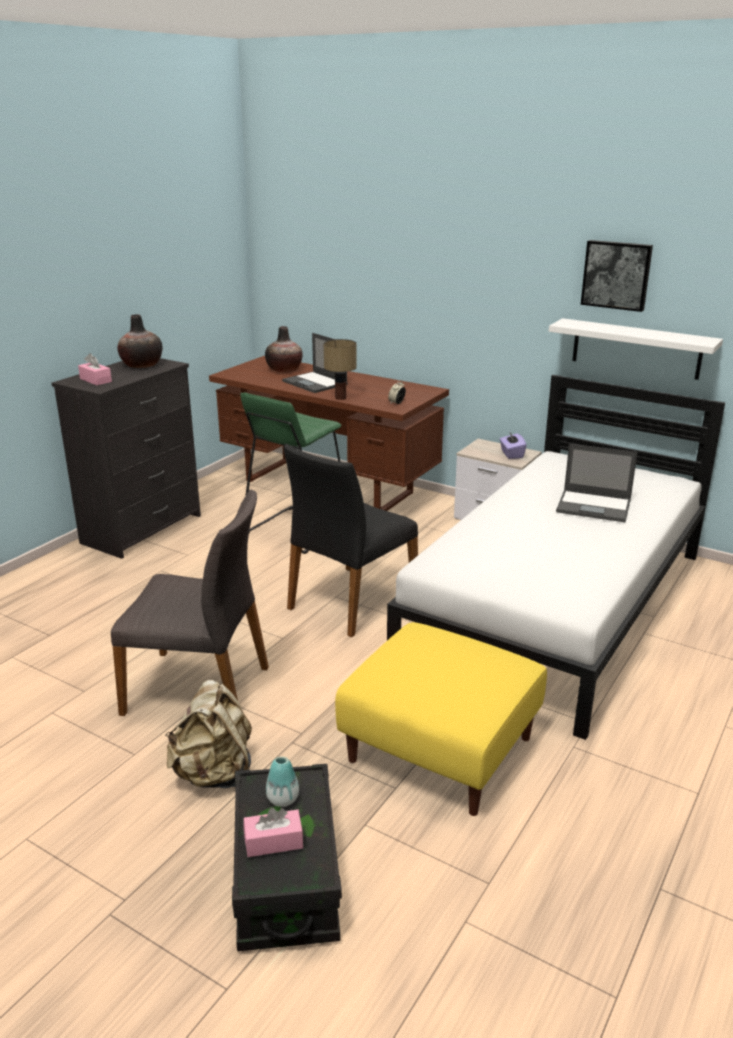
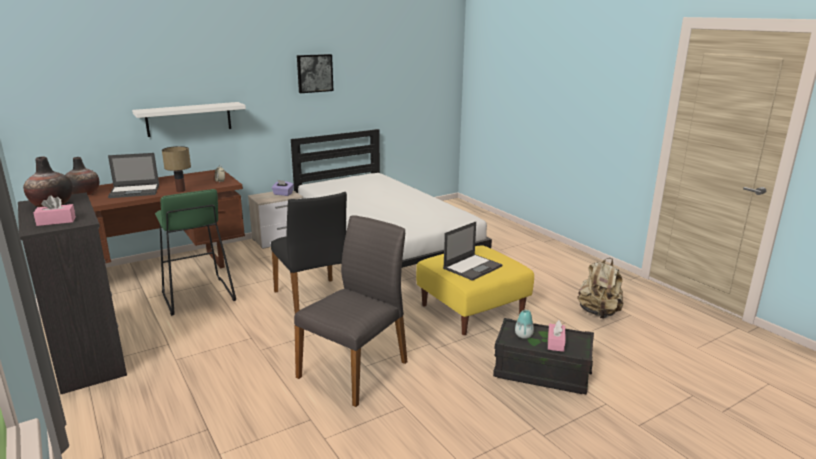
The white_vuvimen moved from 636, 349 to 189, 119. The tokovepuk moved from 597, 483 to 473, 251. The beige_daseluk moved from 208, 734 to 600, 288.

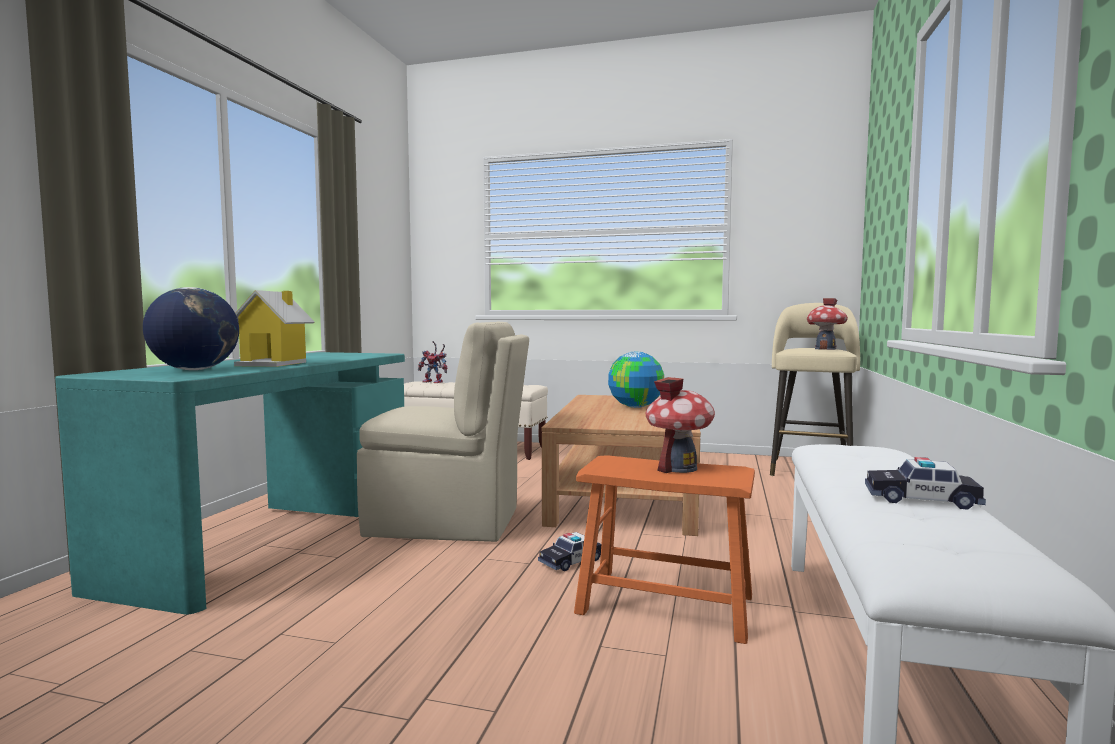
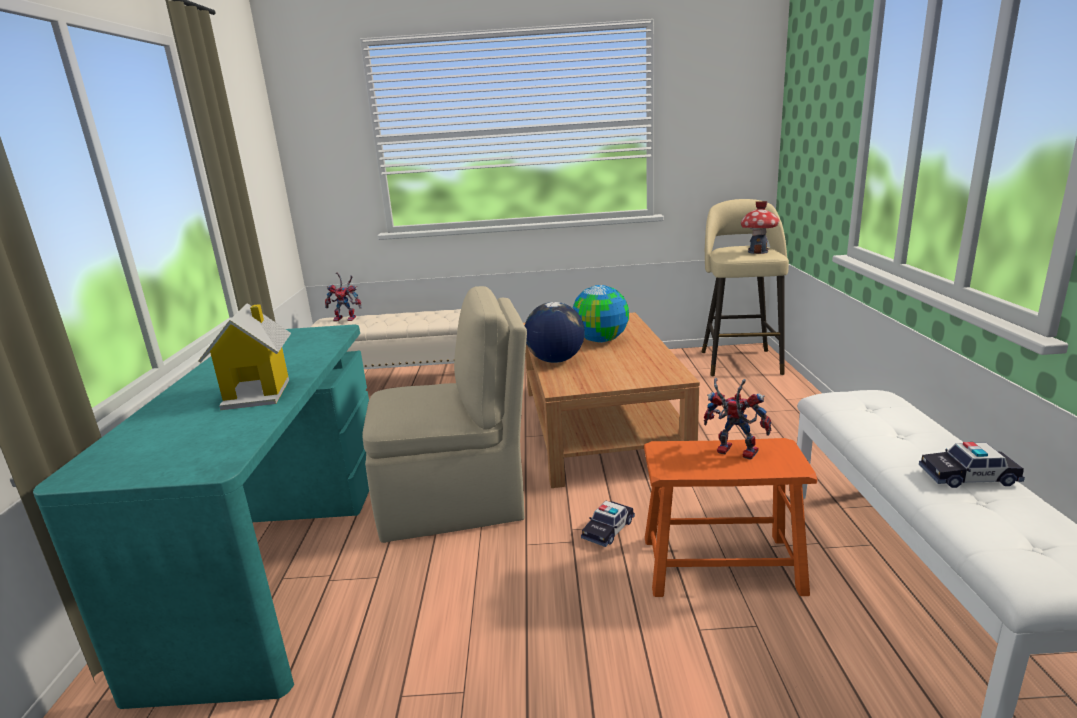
The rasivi moved from 191, 328 to 555, 332. The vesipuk at 680, 425 was replaced by the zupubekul at 737, 419.

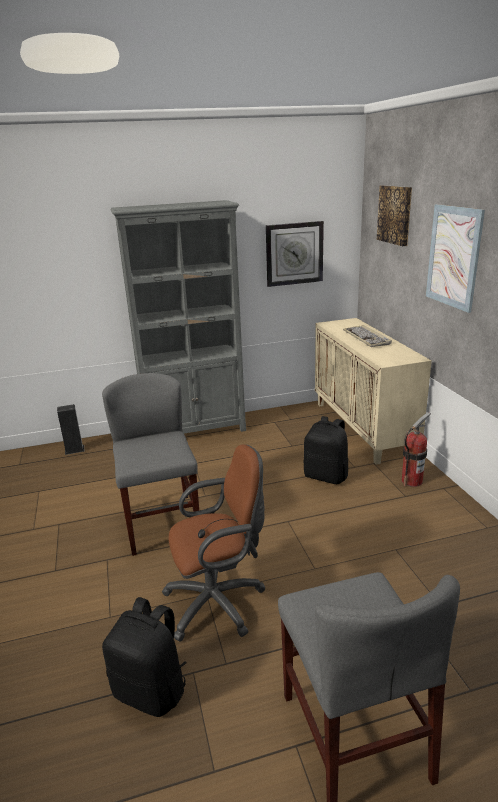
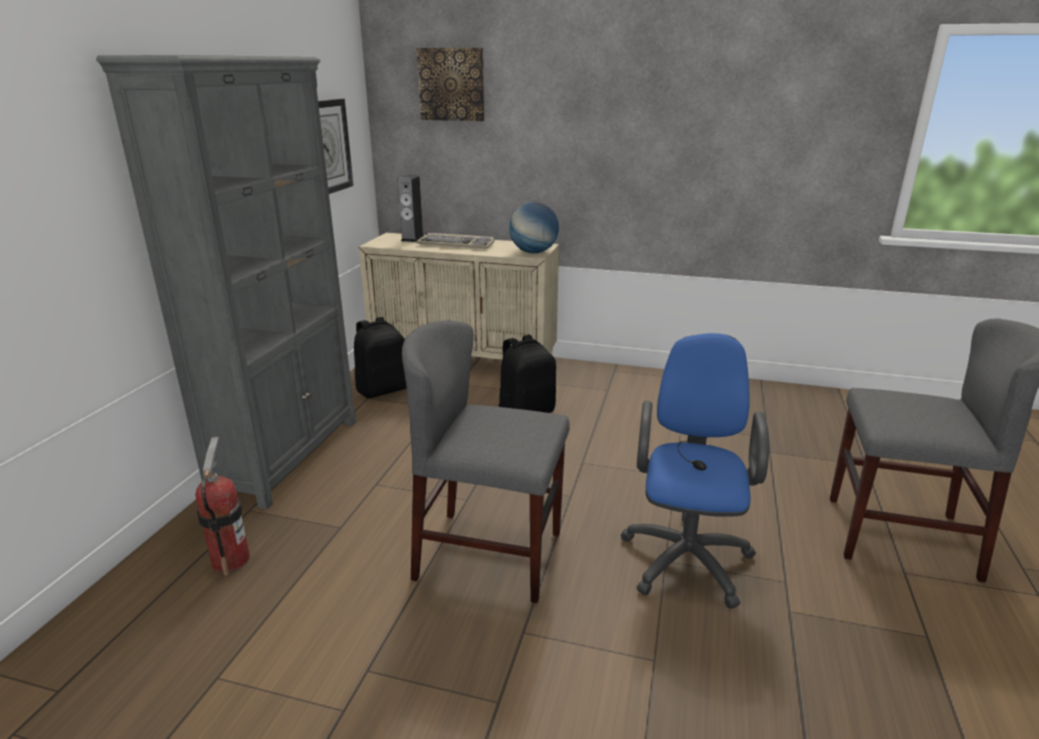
The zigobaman at 455, 258 disappeared. The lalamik moved from 71, 429 to 411, 208. The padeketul moved from 416, 449 to 222, 506. The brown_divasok at 214, 543 became the blue_divasok at 695, 471. The black_daseluk moved from 144, 657 to 380, 357. The rasivi at 534, 227 appeared.

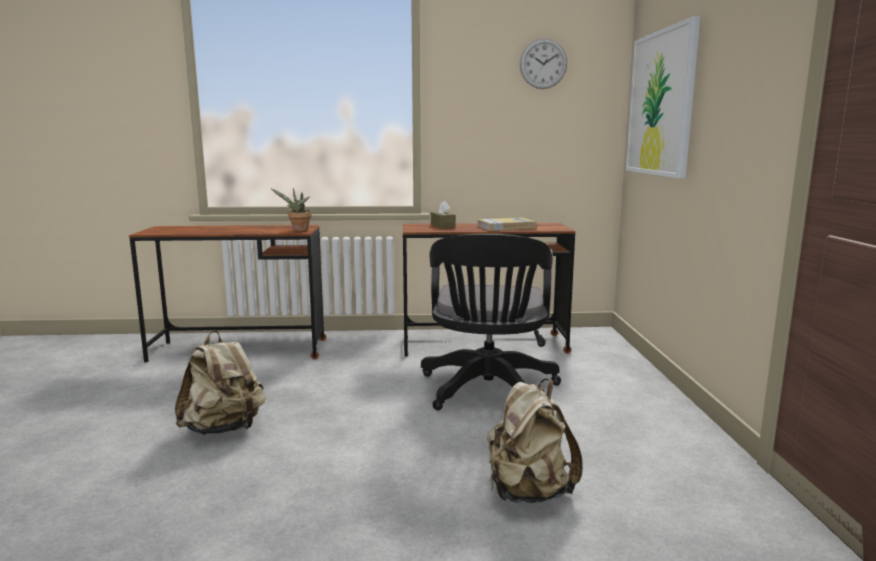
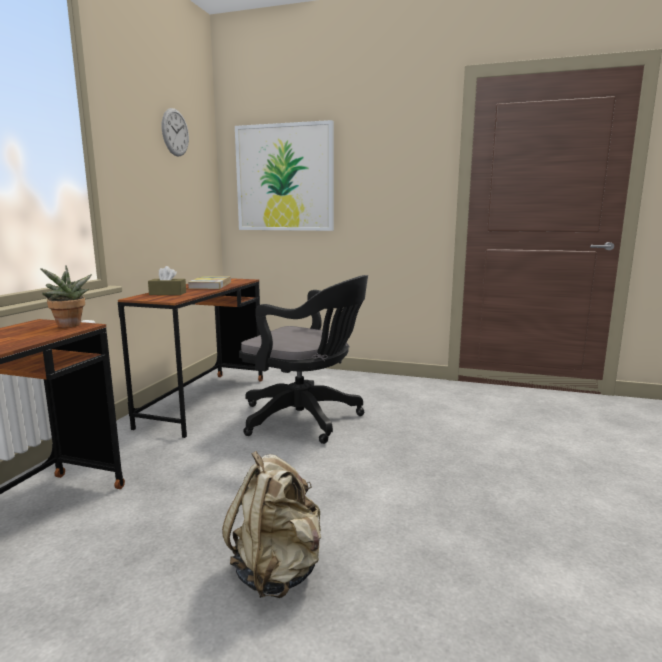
The beige_daseluk at 535, 441 disappeared.

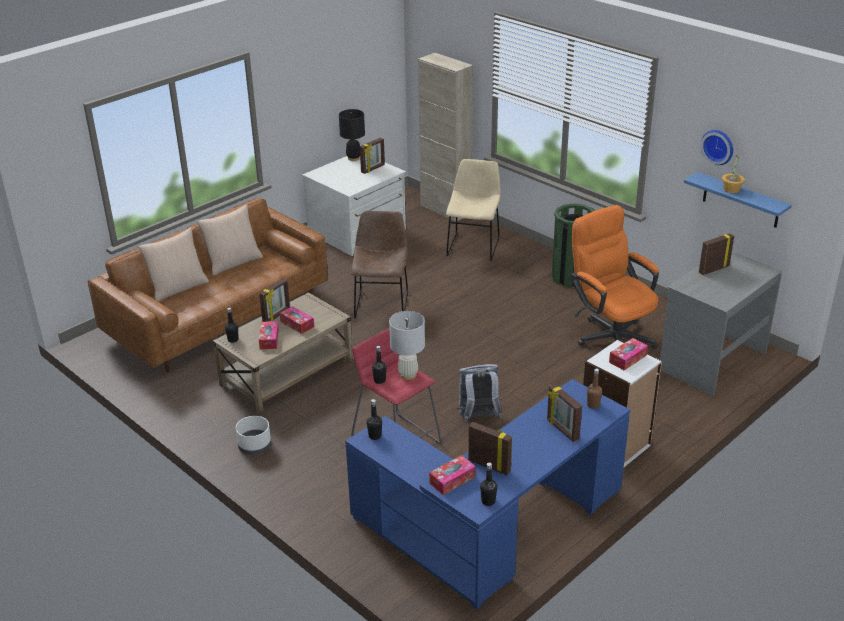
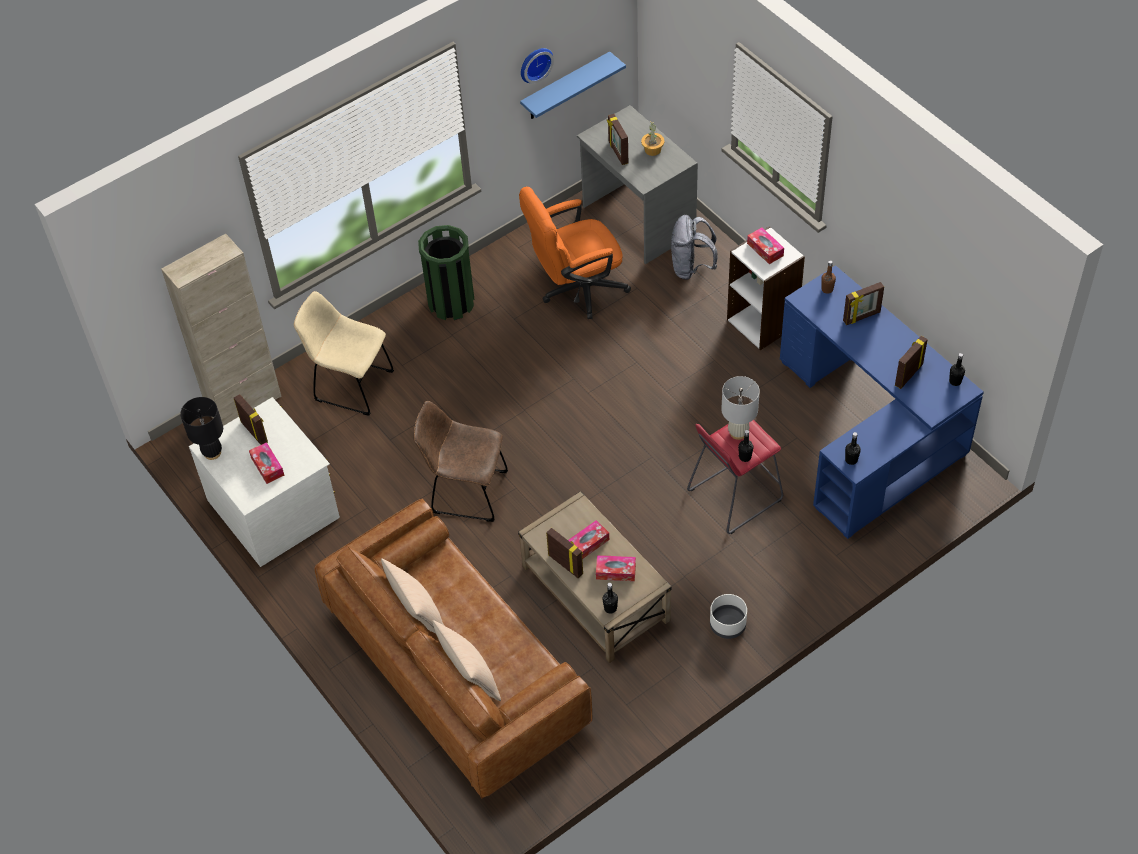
The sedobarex moved from 733, 174 to 653, 139. The grey_daseluk moved from 480, 392 to 694, 247. The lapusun moved from 452, 475 to 266, 463.

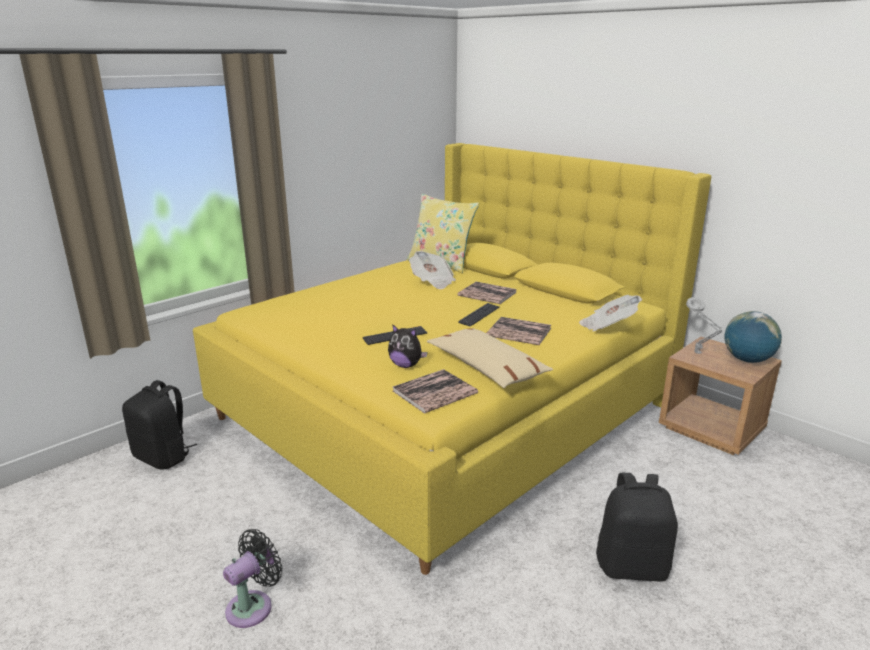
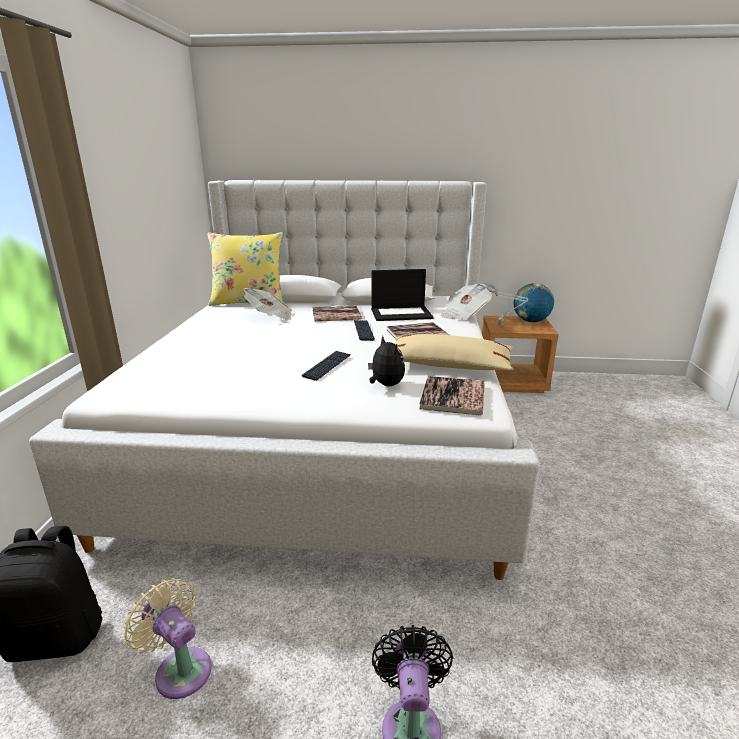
The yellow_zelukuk at 452, 359 became the white_zelukuk at 284, 380. The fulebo at 408, 346 turned 105 degrees counterclockwise. The black_daseluk at 637, 527 disappeared. The tokovepuk at 402, 295 appeared. The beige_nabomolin at 168, 638 appeared.

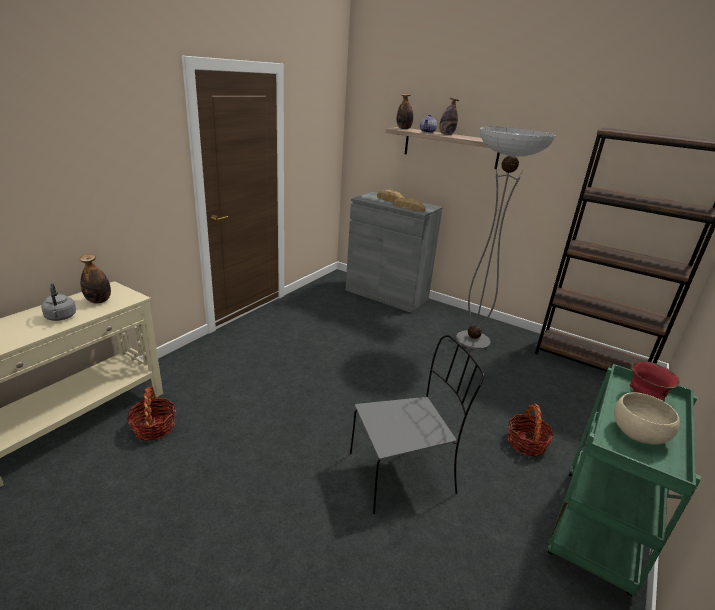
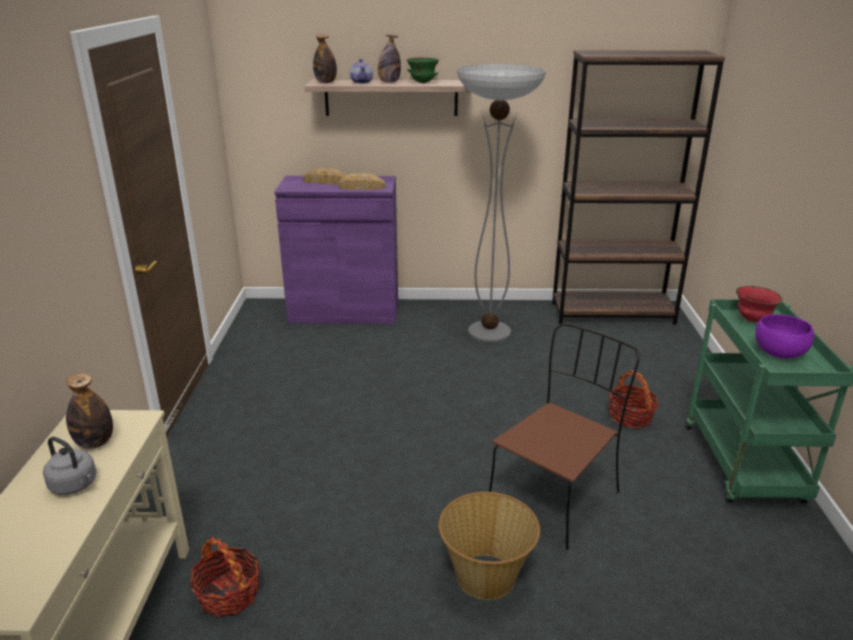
The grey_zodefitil at 394, 252 became the purple_zodefitil at 336, 250. The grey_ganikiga at 417, 424 became the brown_ganikiga at 564, 436. The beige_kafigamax at 647, 418 became the purple_kafigamax at 784, 336. The green_kafigamax at 423, 70 appeared. The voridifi at 489, 546 appeared.

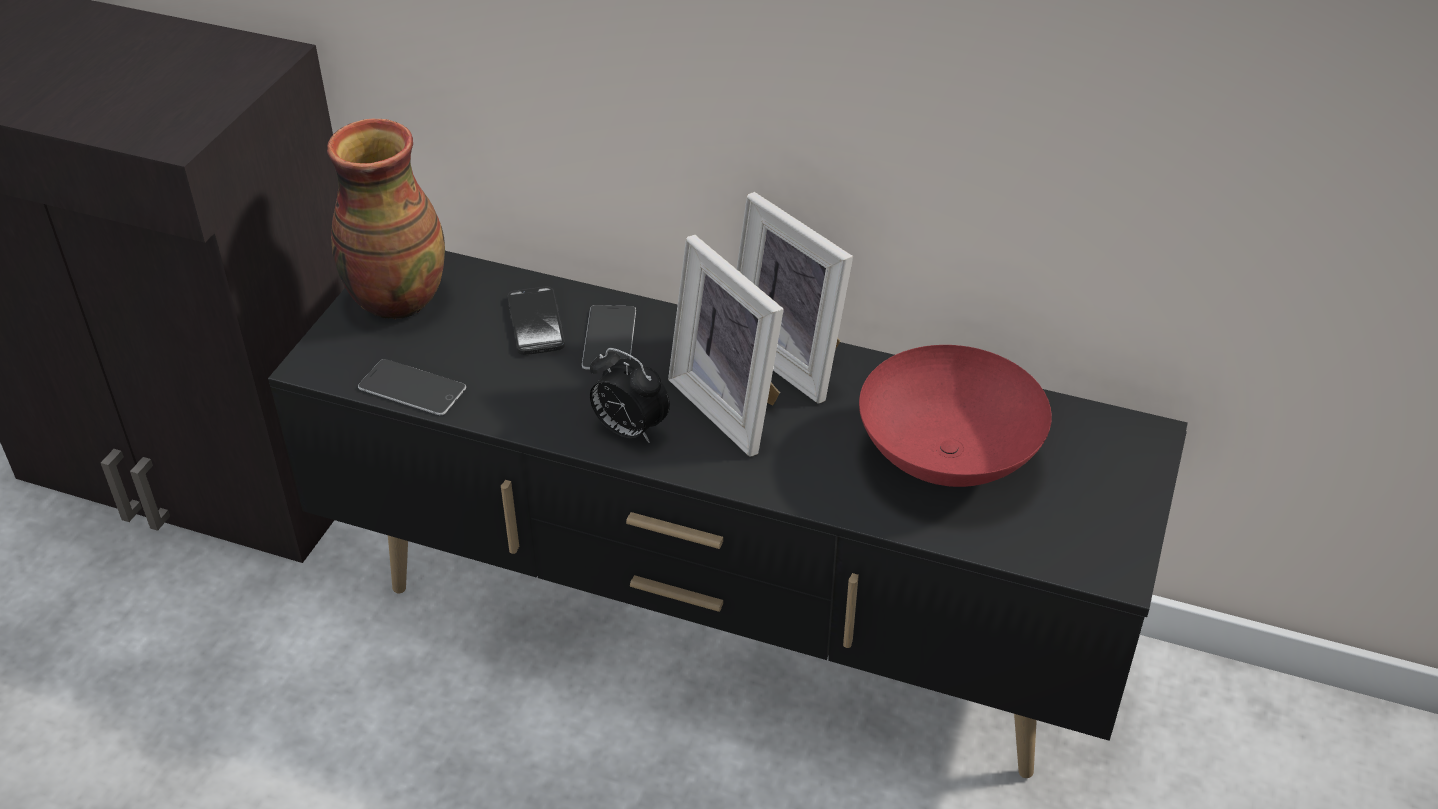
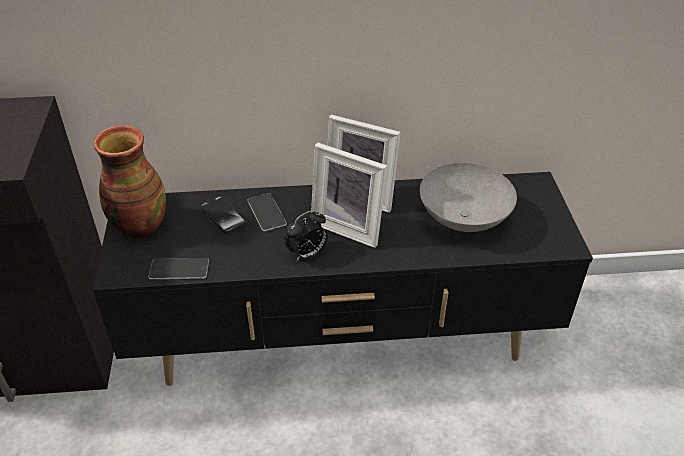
The red_kafigamax at 955, 416 became the grey_kafigamax at 468, 197. The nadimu at 630, 395 turned 45 degrees counterclockwise.

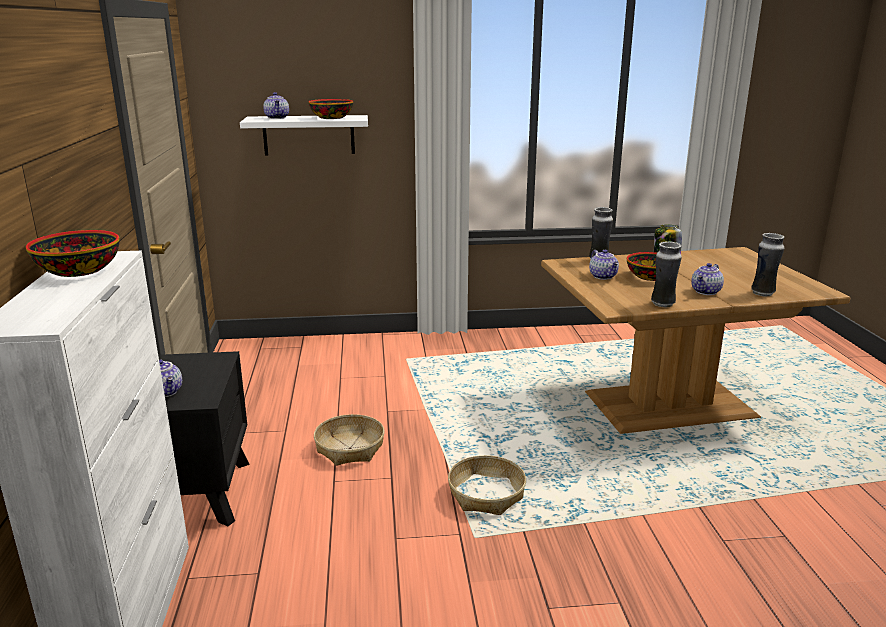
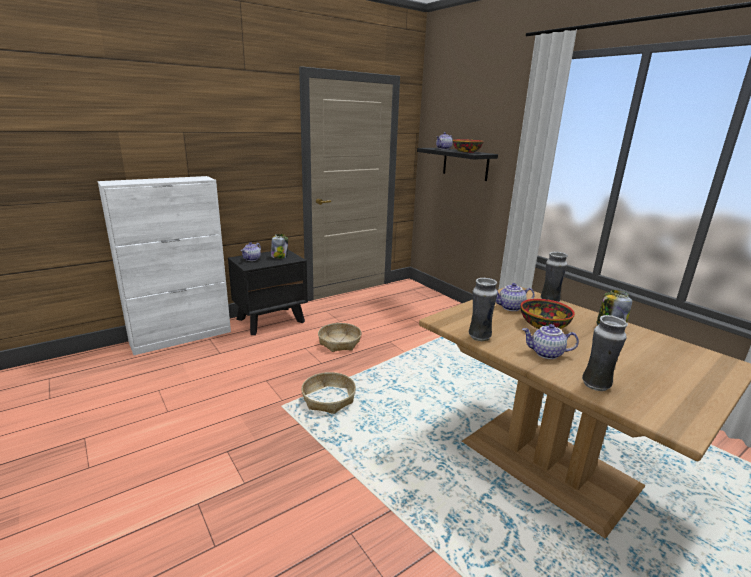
The white_vuvimen at 304, 135 became the black_vuvimen at 457, 164. The kafigamax at 73, 253 disappeared. The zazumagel at 604, 265 turned 45 degrees clockwise. The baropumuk at 279, 246 appeared.

